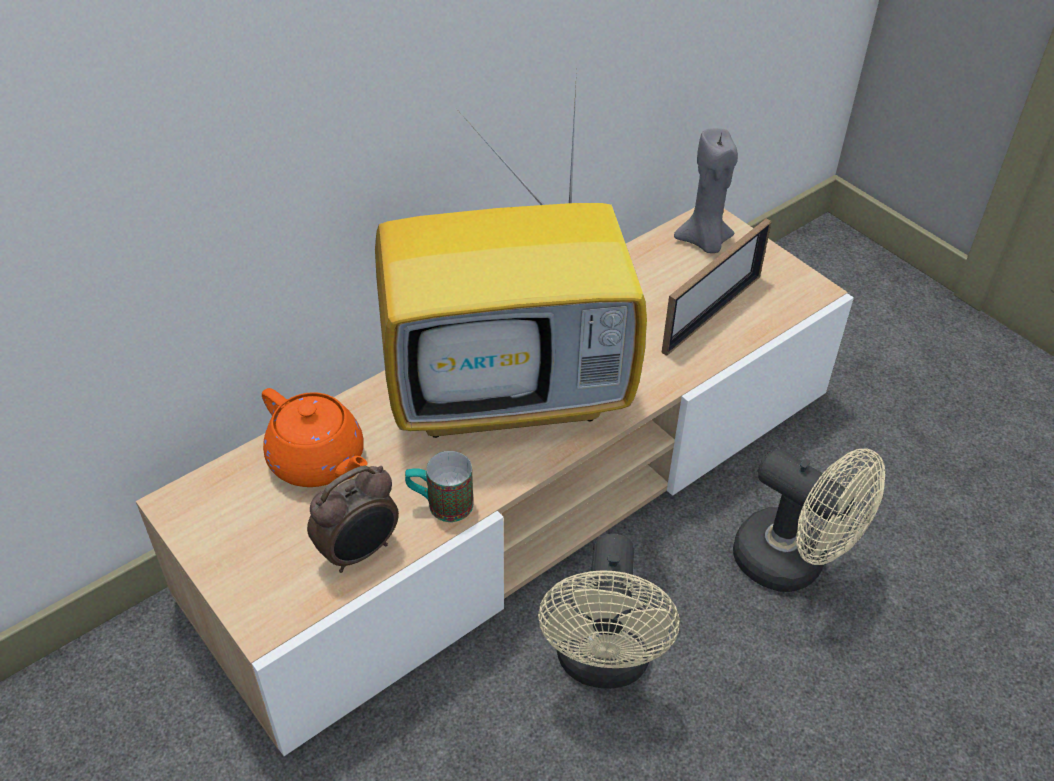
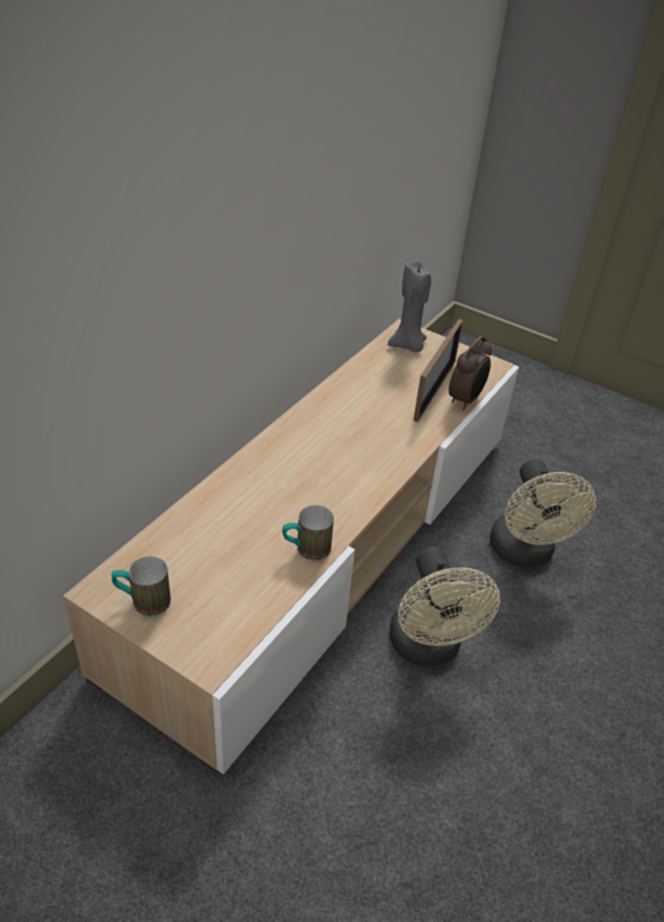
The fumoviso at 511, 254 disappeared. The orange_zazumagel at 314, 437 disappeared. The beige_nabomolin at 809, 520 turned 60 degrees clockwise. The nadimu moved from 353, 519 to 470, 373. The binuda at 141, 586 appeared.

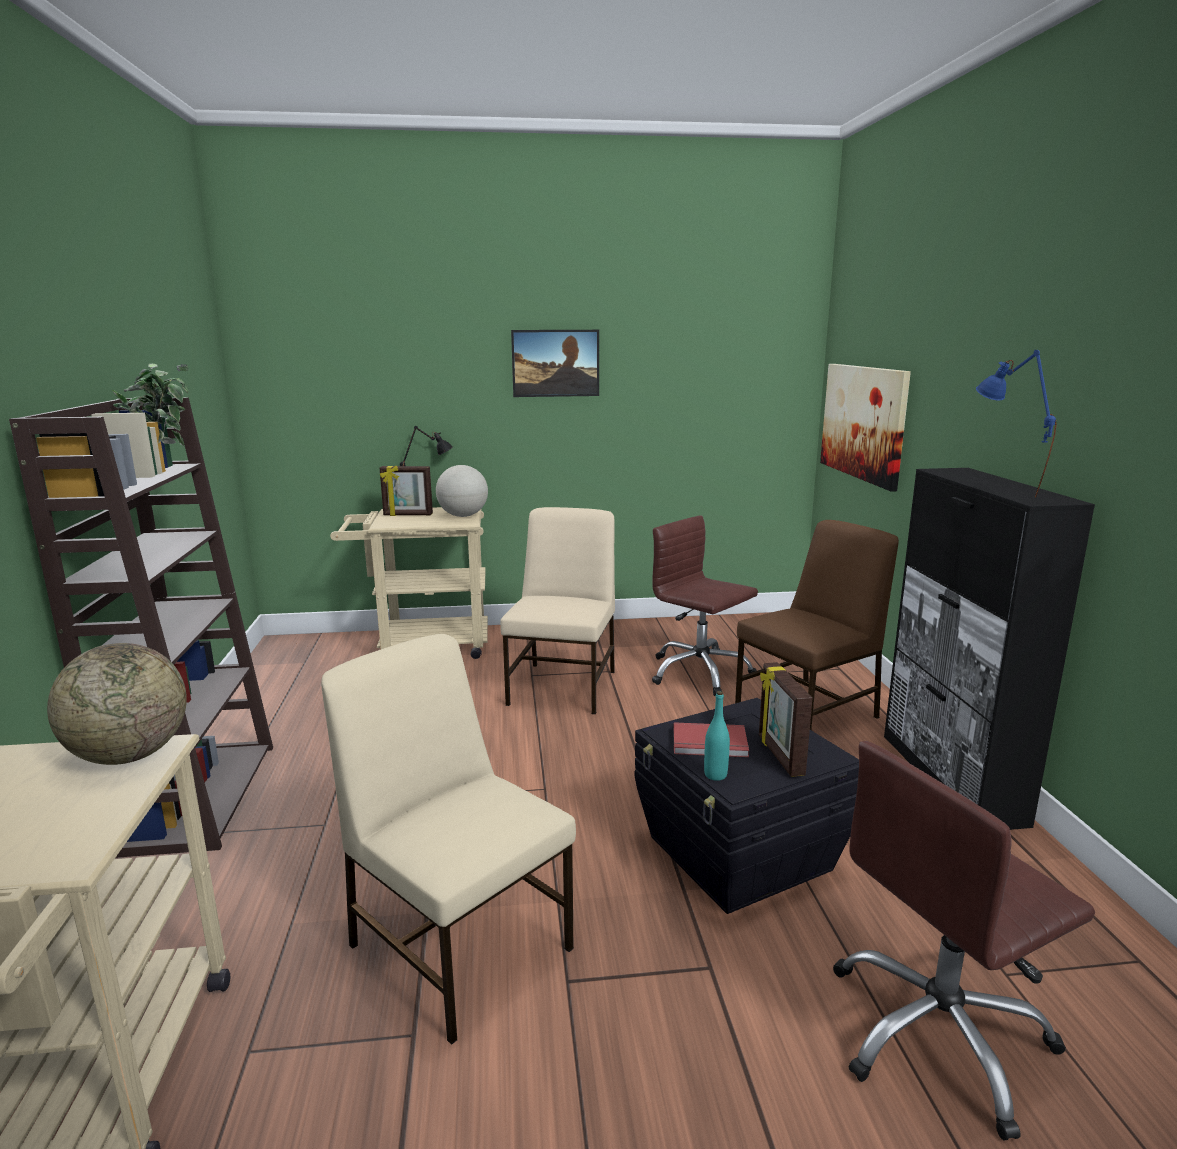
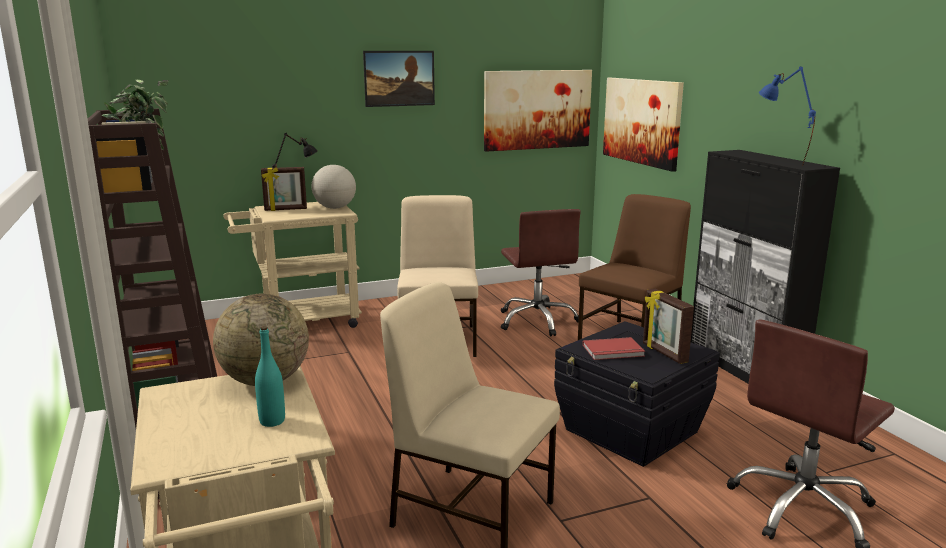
The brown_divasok at 705, 605 turned 135 degrees counterclockwise. The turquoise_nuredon moved from 717, 736 to 270, 376. The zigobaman at 538, 111 appeared.

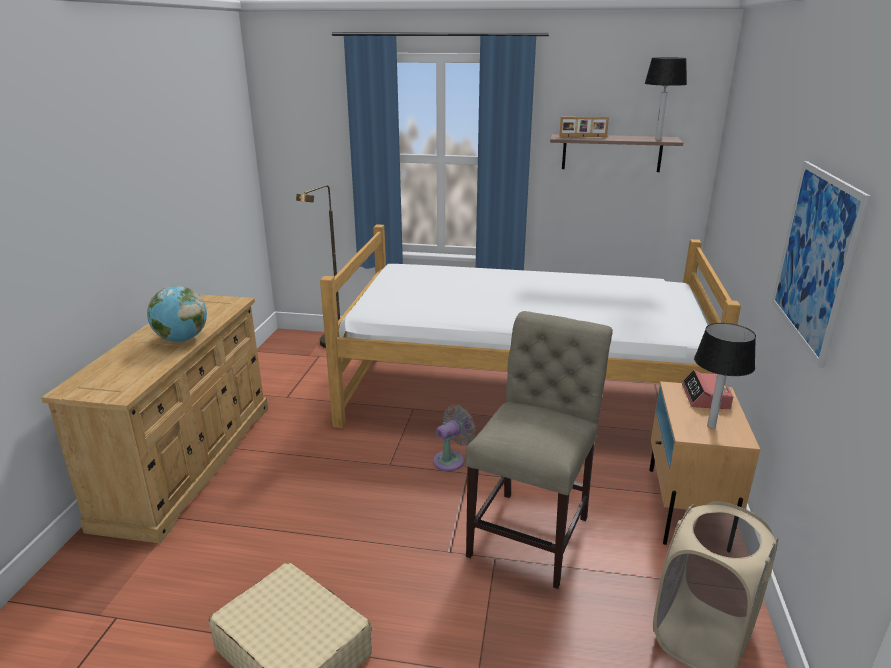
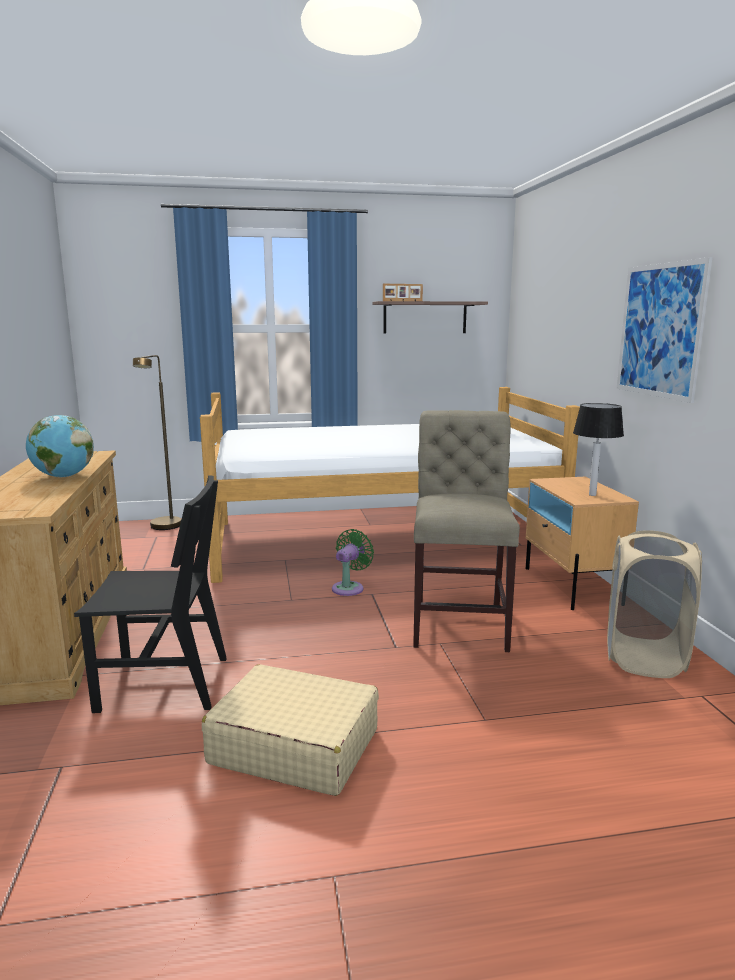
The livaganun at 665, 98 disappeared. The nadimu at 707, 389 disappeared. The grey_nabomolin at 454, 438 became the green_nabomolin at 353, 562. The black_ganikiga at 150, 594 appeared.

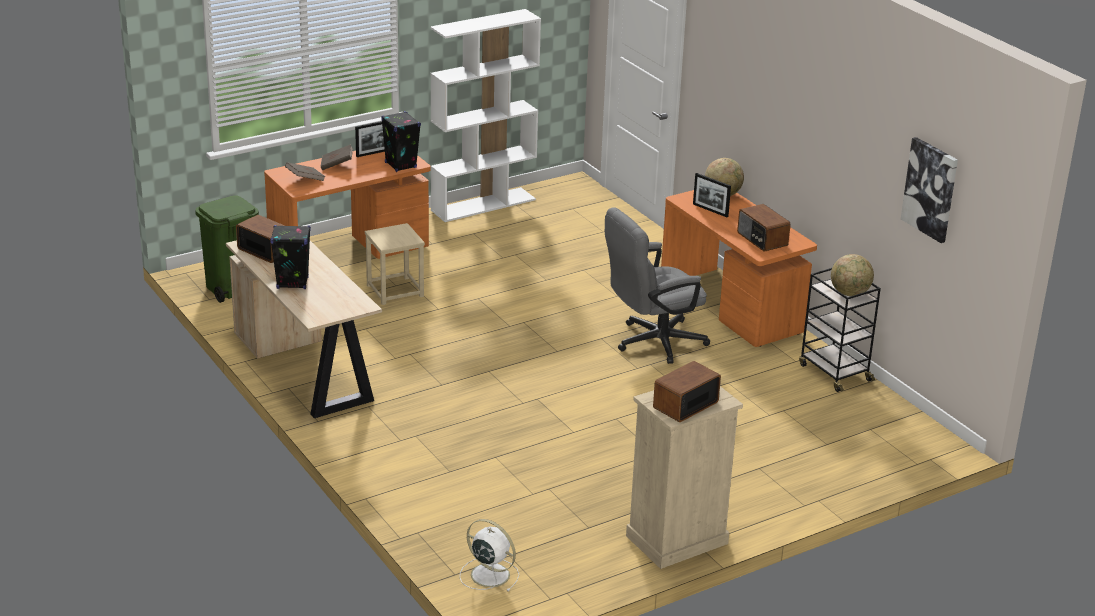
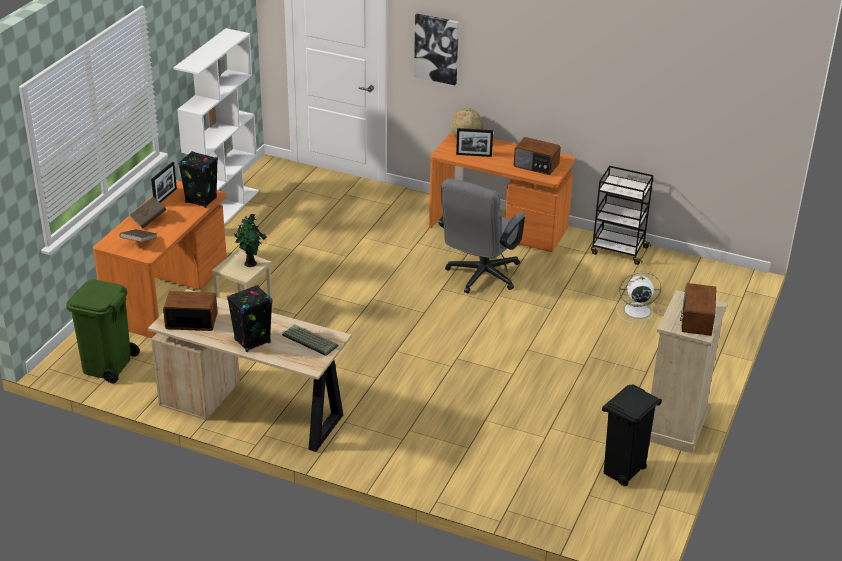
The zigobaman moved from 929, 190 to 436, 49. The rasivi at 852, 275 disappeared. The white_nabomolin moved from 489, 555 to 638, 297. The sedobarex at 250, 240 appeared. The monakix at 310, 340 appeared. The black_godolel at 632, 435 appeared.

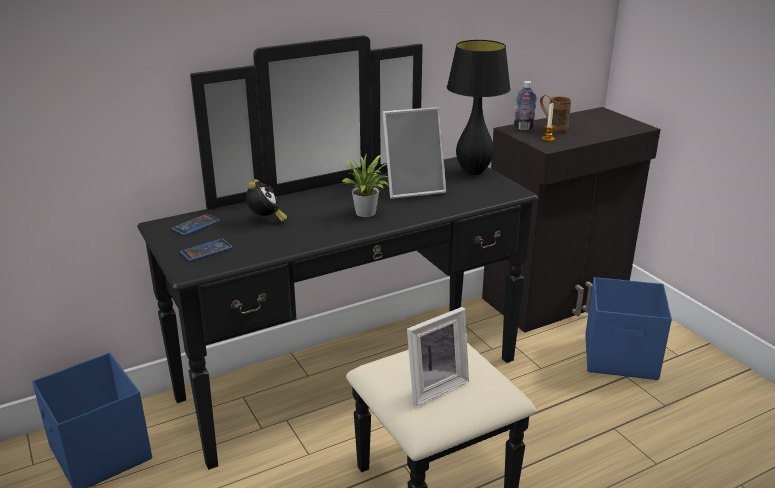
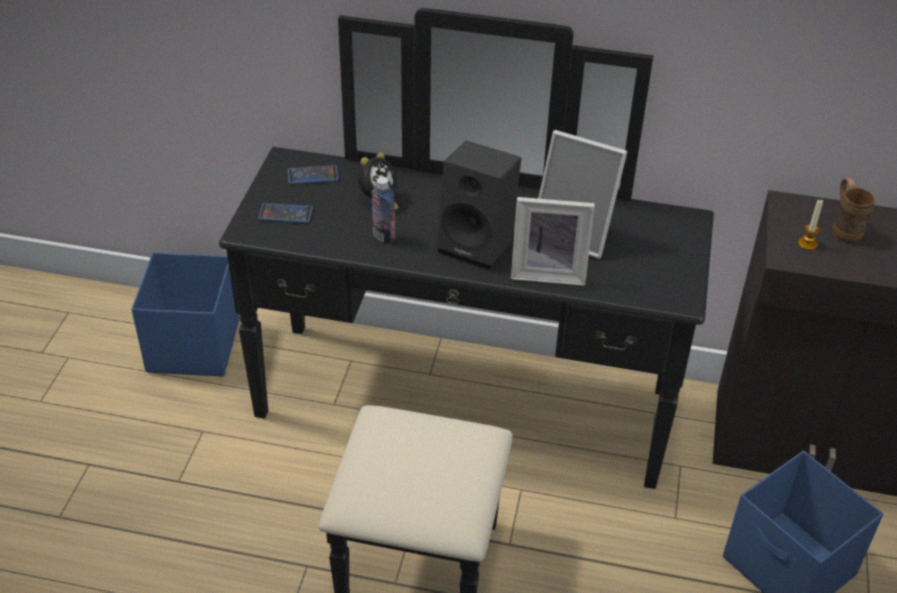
The black_livaganun at 479, 107 disappeared. The nuredon moved from 525, 105 to 383, 210. The sedobarex at 361, 185 was replaced by the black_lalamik at 479, 205. The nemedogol moved from 438, 356 to 553, 241.

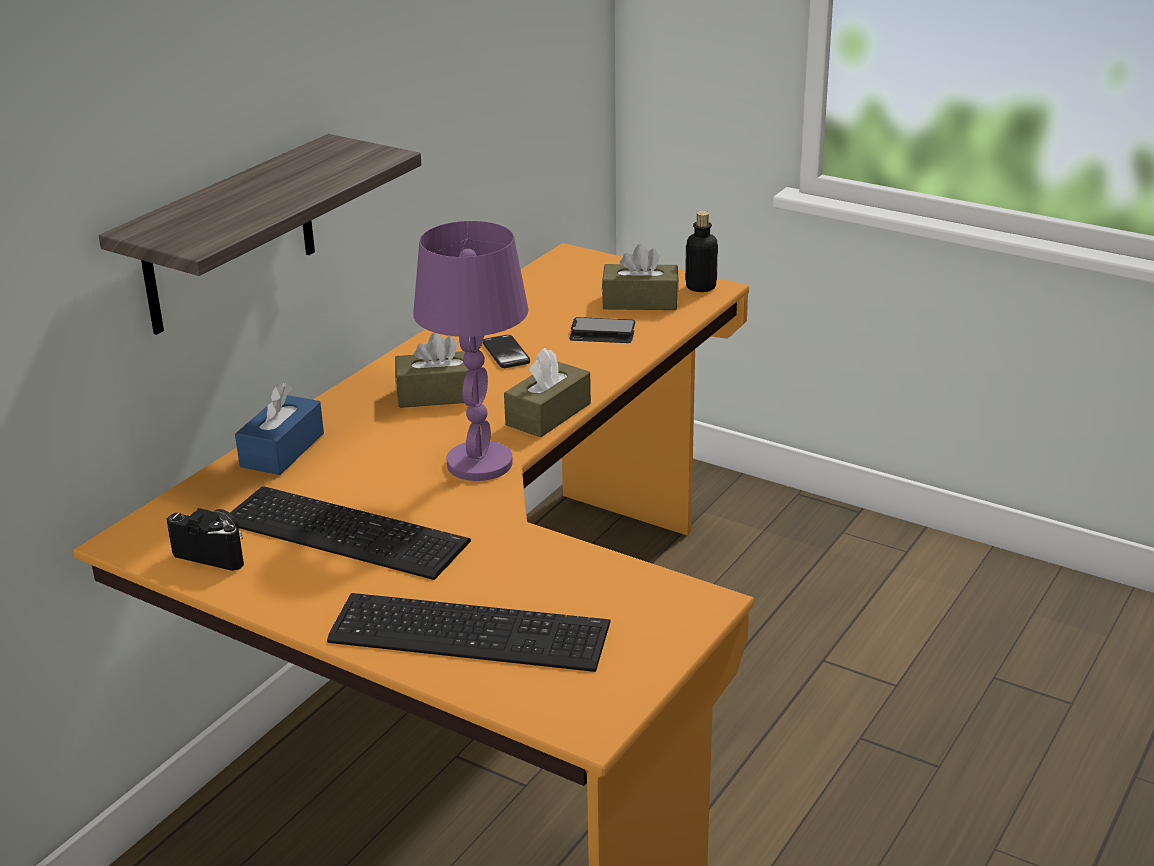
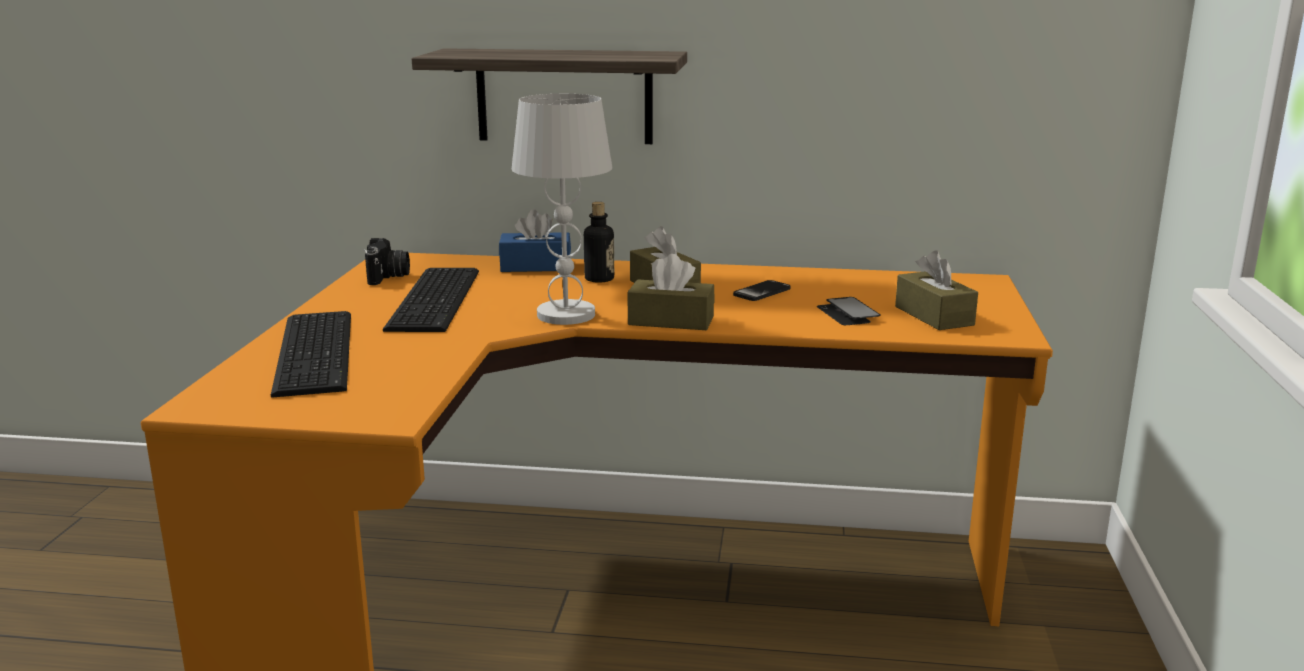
The nuredon moved from 701, 251 to 599, 242. The purple_livaganun at 471, 351 became the white_livaganun at 562, 209.

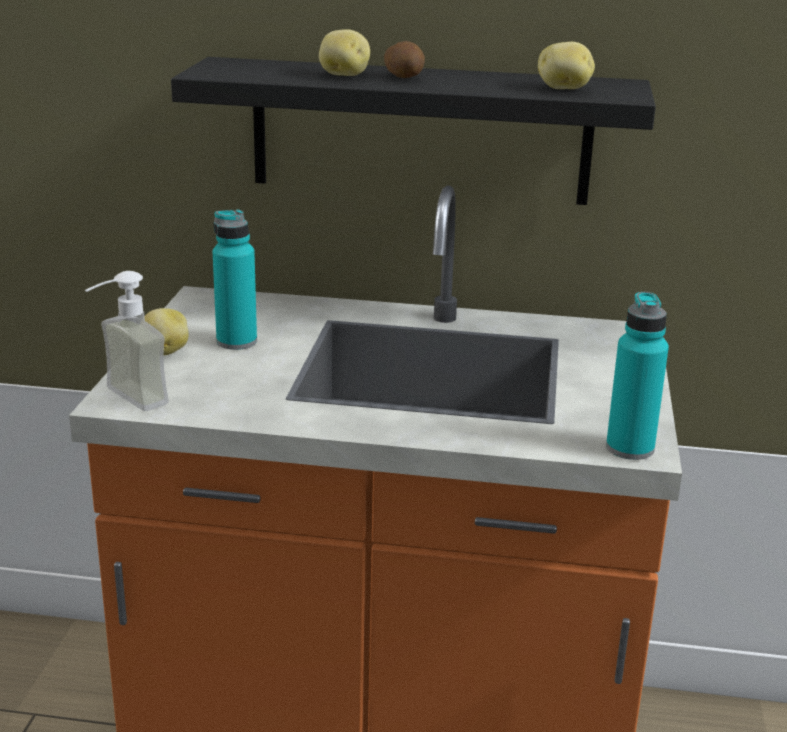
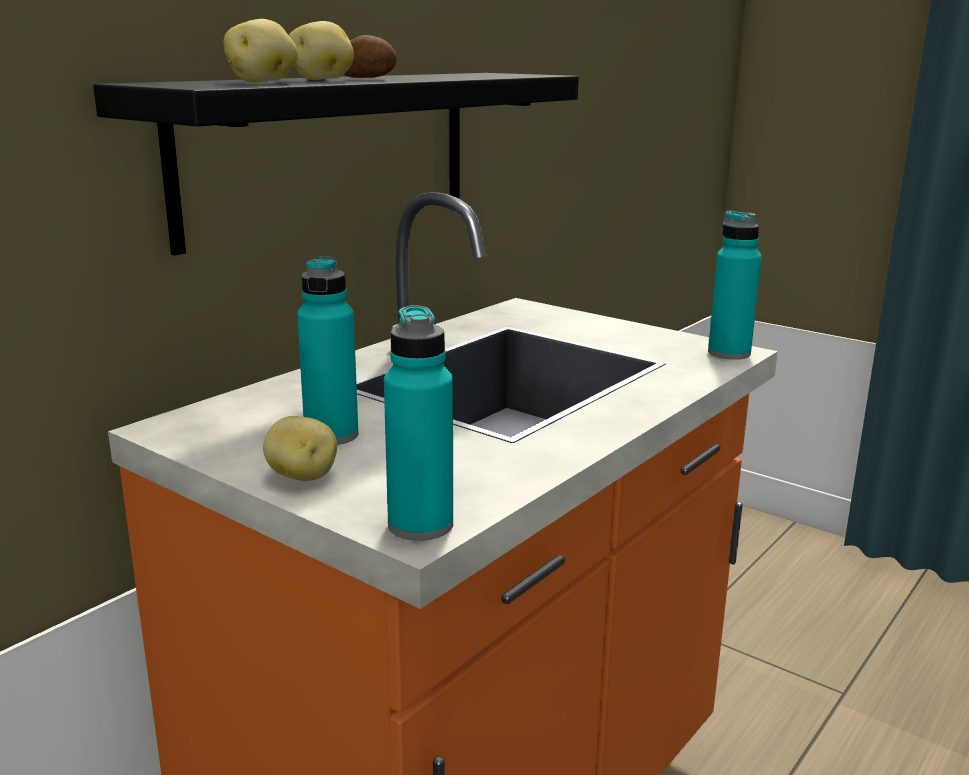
The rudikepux moved from 566, 65 to 261, 51. The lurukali at 127, 341 was replaced by the turquoise_nuredon at 418, 423.

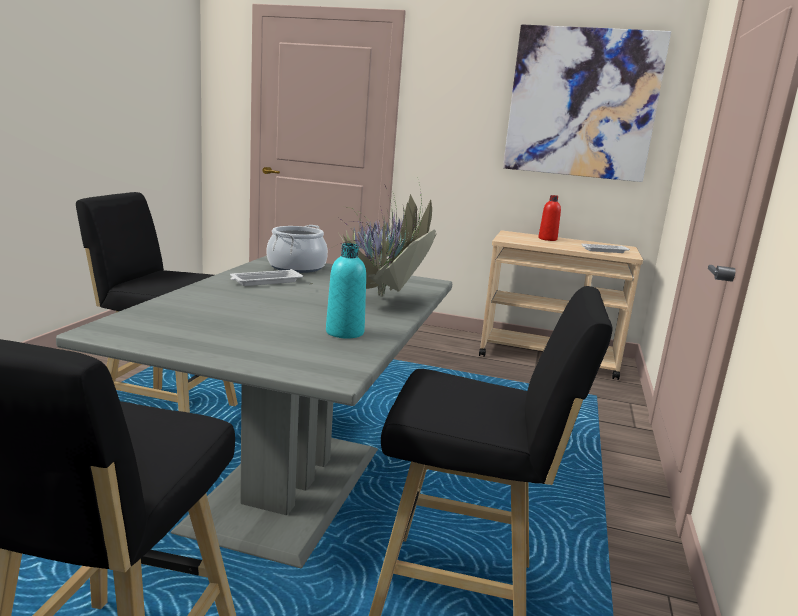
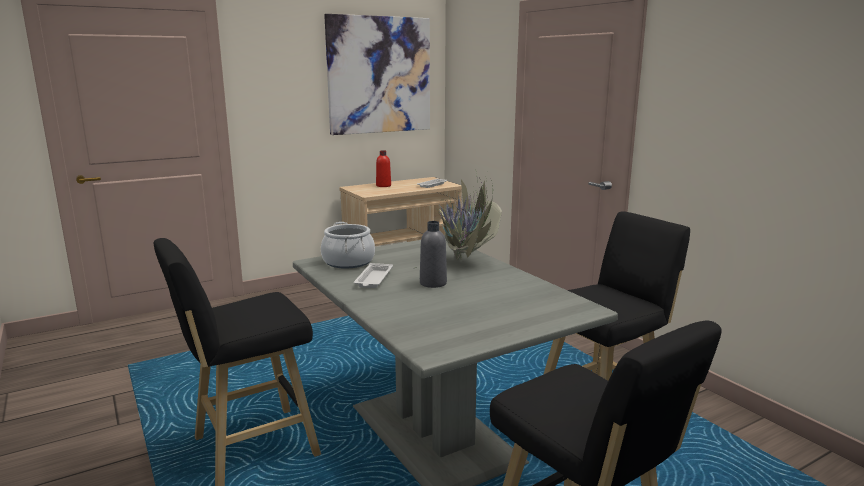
The turquoise_nuredon at 346, 291 disappeared. The grey_nuredon at 433, 254 appeared.

